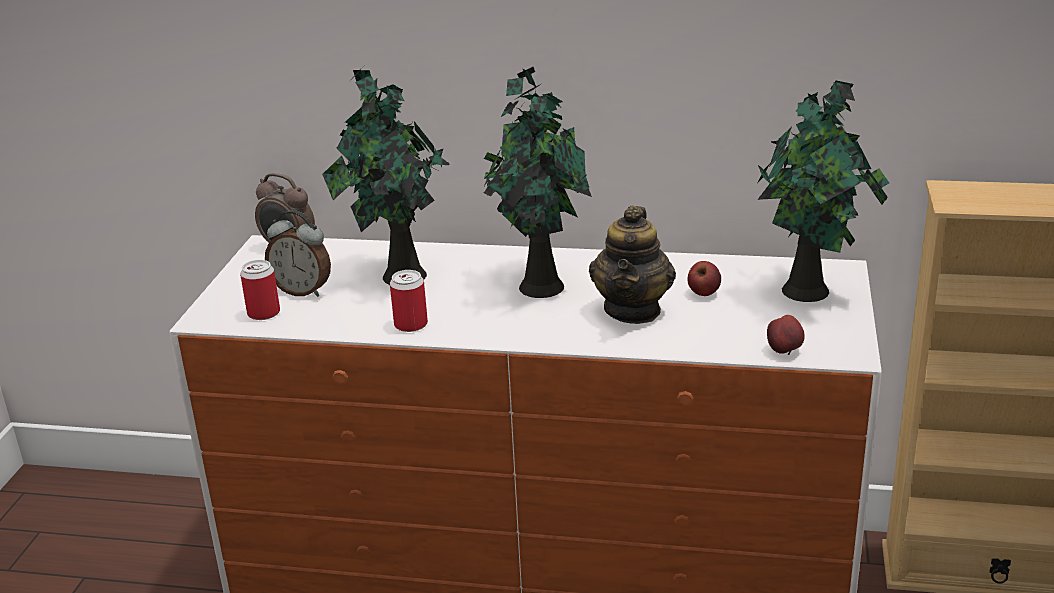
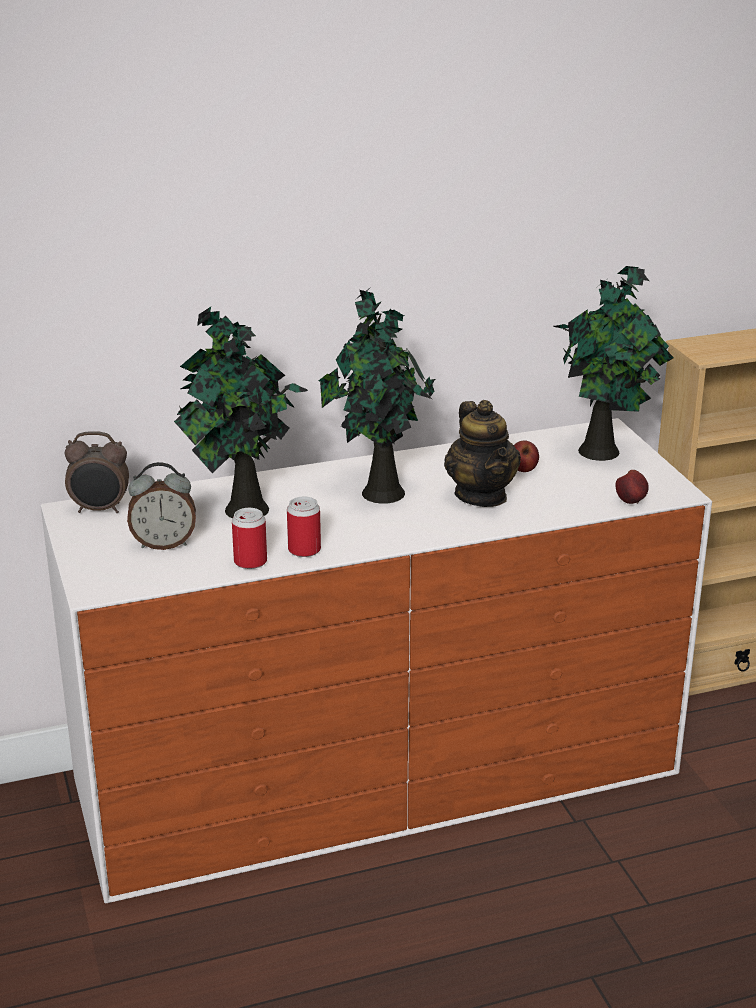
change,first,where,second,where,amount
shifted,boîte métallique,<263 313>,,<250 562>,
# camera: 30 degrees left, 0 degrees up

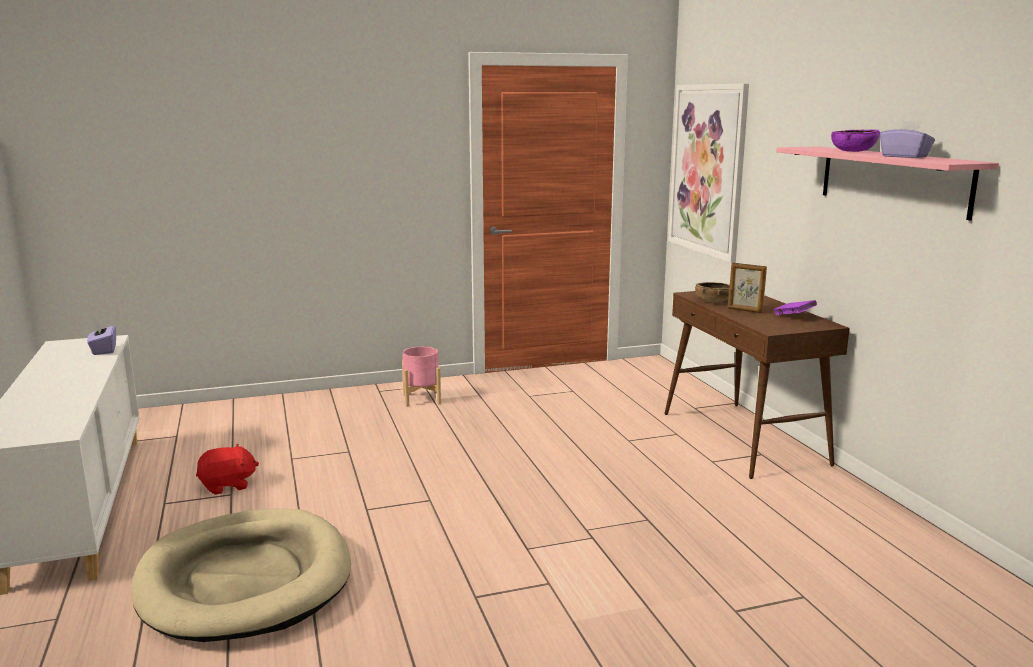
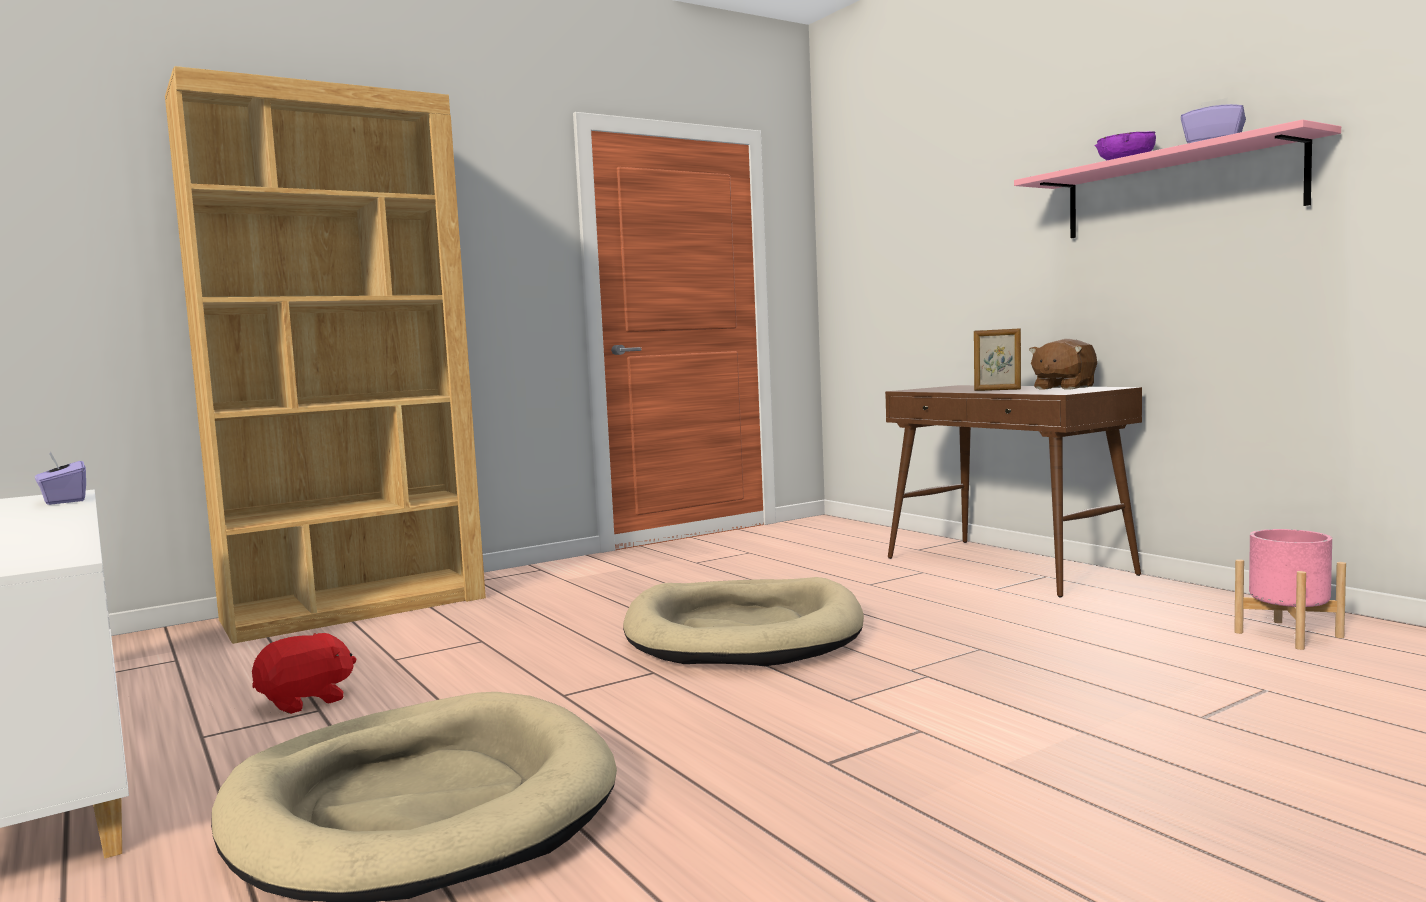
change,first,where,second,where,amount
new,,,bibliothèque/marron,<356 608>,
new,,,panier pour chien/beige,<743 632>,
swapped,livre/violet,<794 317>,peluche/marron,<1063 388>,
shifted,cache-pot/rose,<421 399>,,<1289 635>,
gone,tableau,<708 170>,,,
gone,bol/marron,<713 301>,,,
# camera: 15 degrees left, 10 degrees down

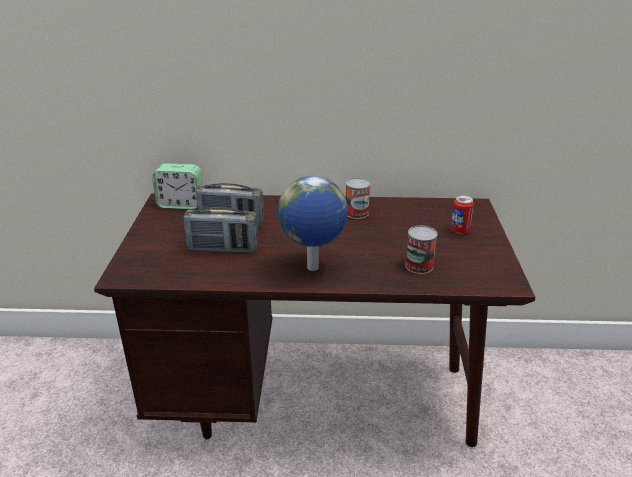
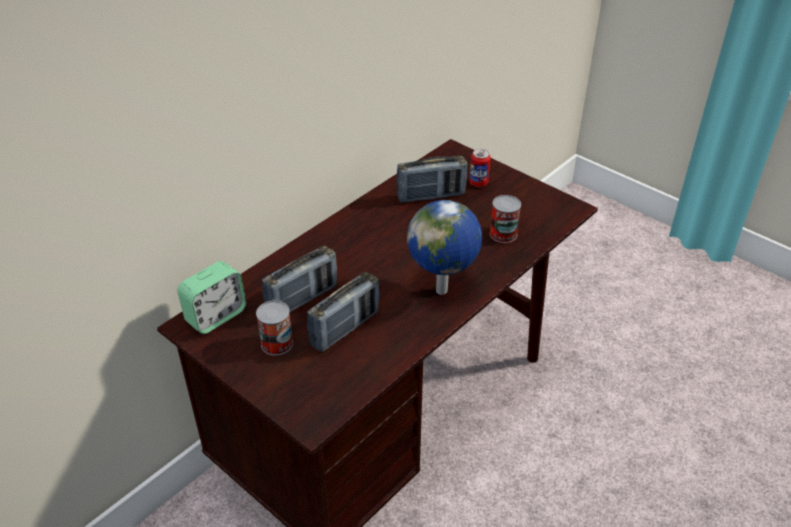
change,first,where,second,where,amount
shifted,boîte métallique,<356 213>,,<277 343>,
new,,,radio,<431 196>,
# camera: 50 degrees left, 10 degrees up

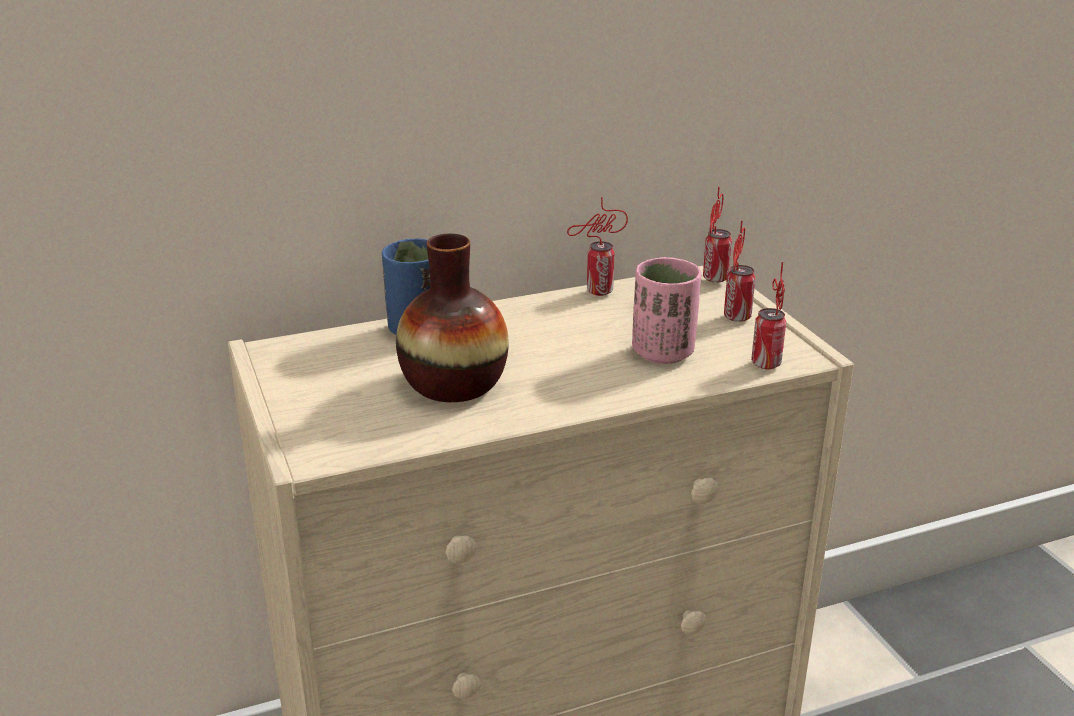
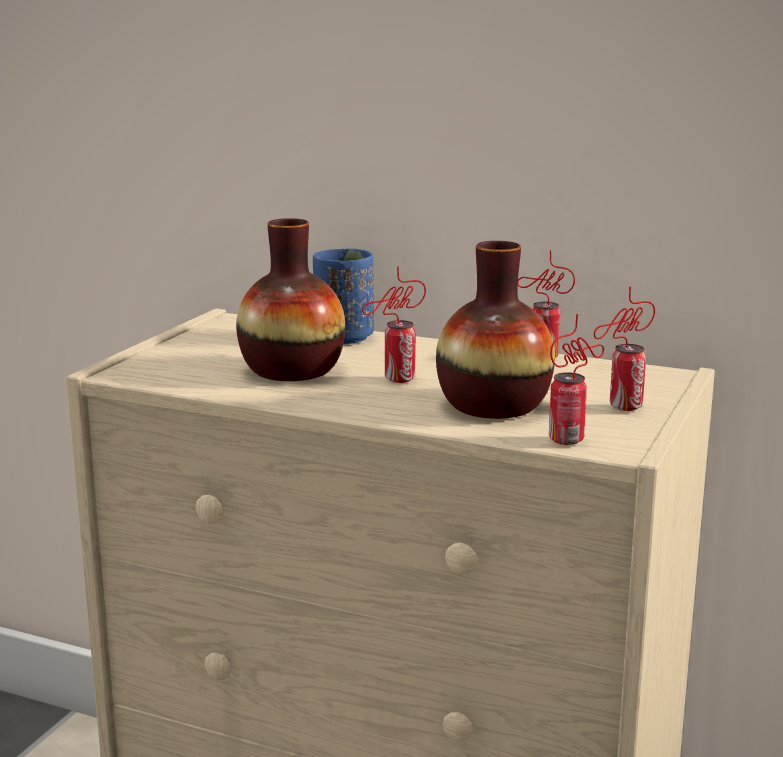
change,first,where,second,where,amount
shifted,boîte métallique,<714 280>,,<396 380>,
swapped,tasse/rose,<663 353>,vase,<493 405>,
# camera: 45 degrees right, 10 degrees down

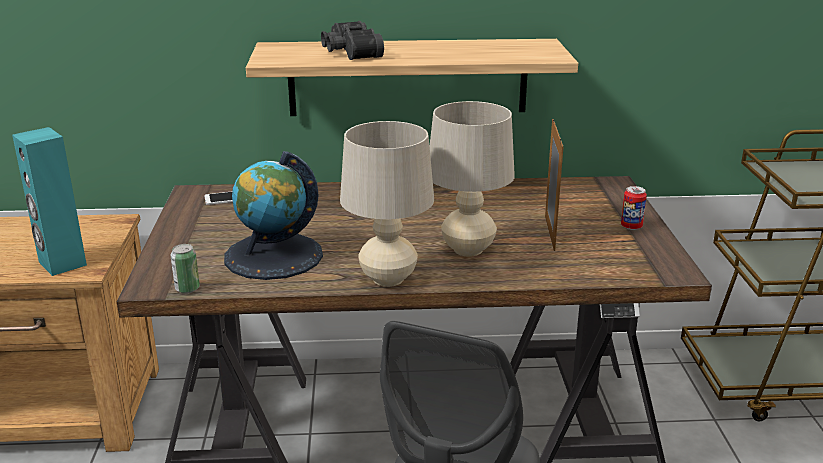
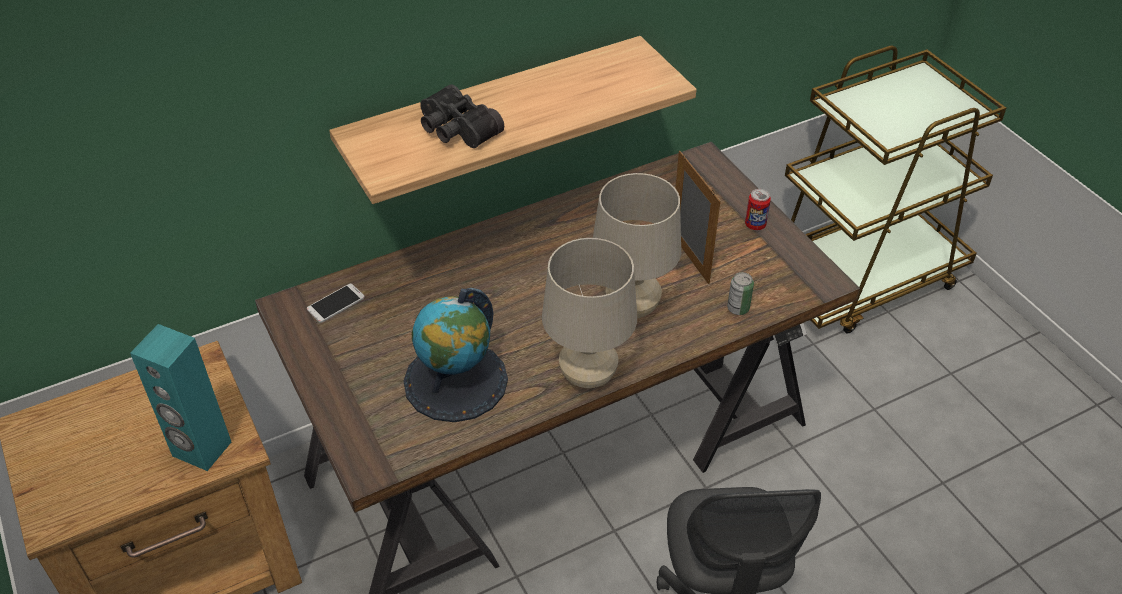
change,first,where,second,where,amount
shifted,boîte métallique,<187 289>,,<738 308>,
# camera: 25 degrees left, 20 degrees up

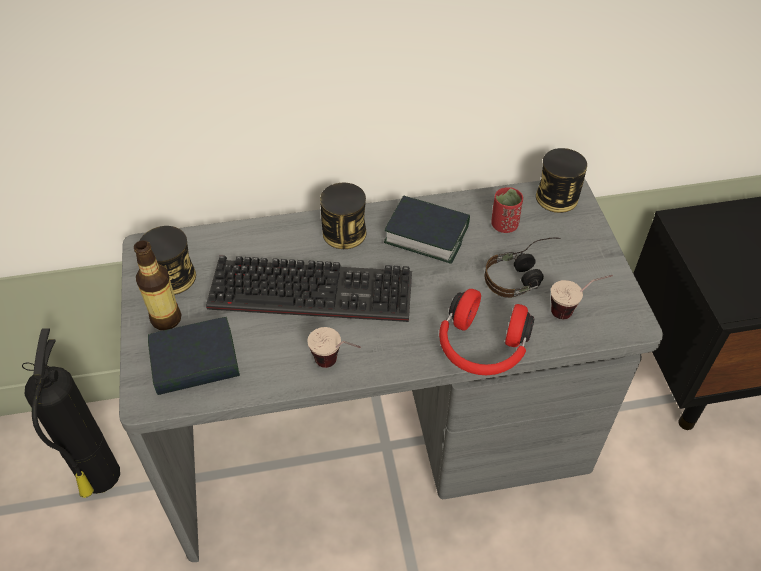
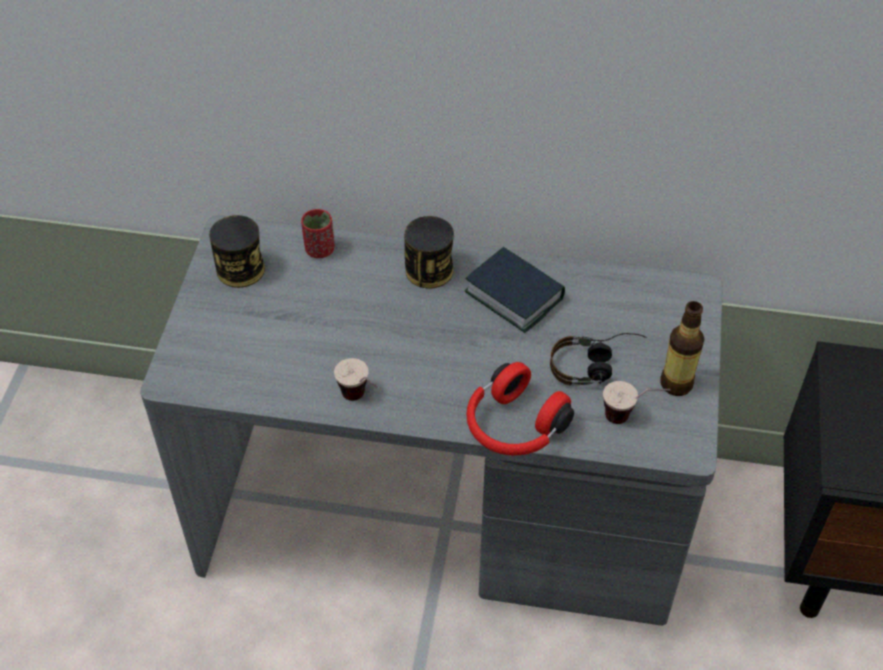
change,first,where,second,where,amount
shifted,tasse/rouge,<504 225>,,<319 249>,
shifted,bouteille,<166 319>,,<676 384>,
gone,extincteur,<99 478>,,,
gone,livre,<195 362>,,,
gone,clavier,<315 289>,,,
gone,boîte métallique,<557 197>,,,
# camera: 20 degrees right, 0 degrees up

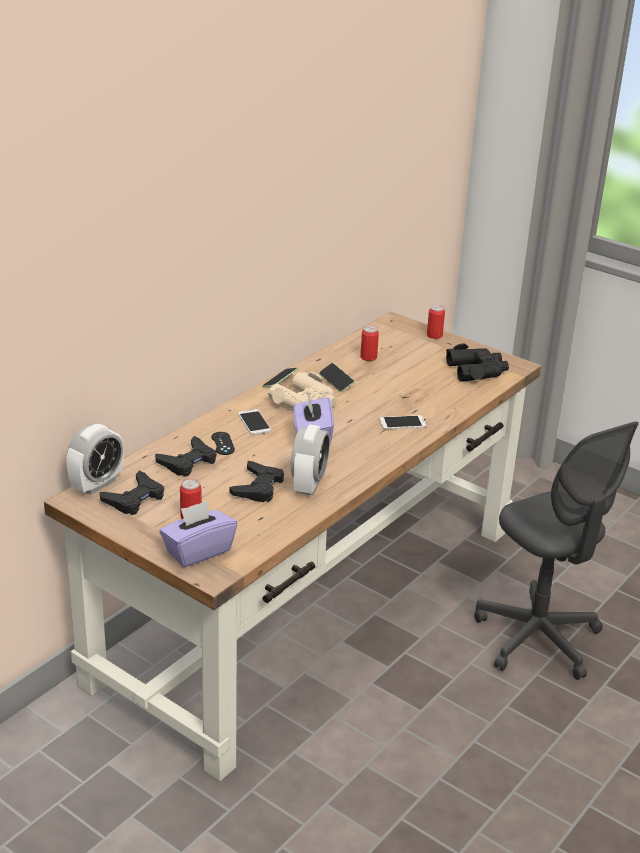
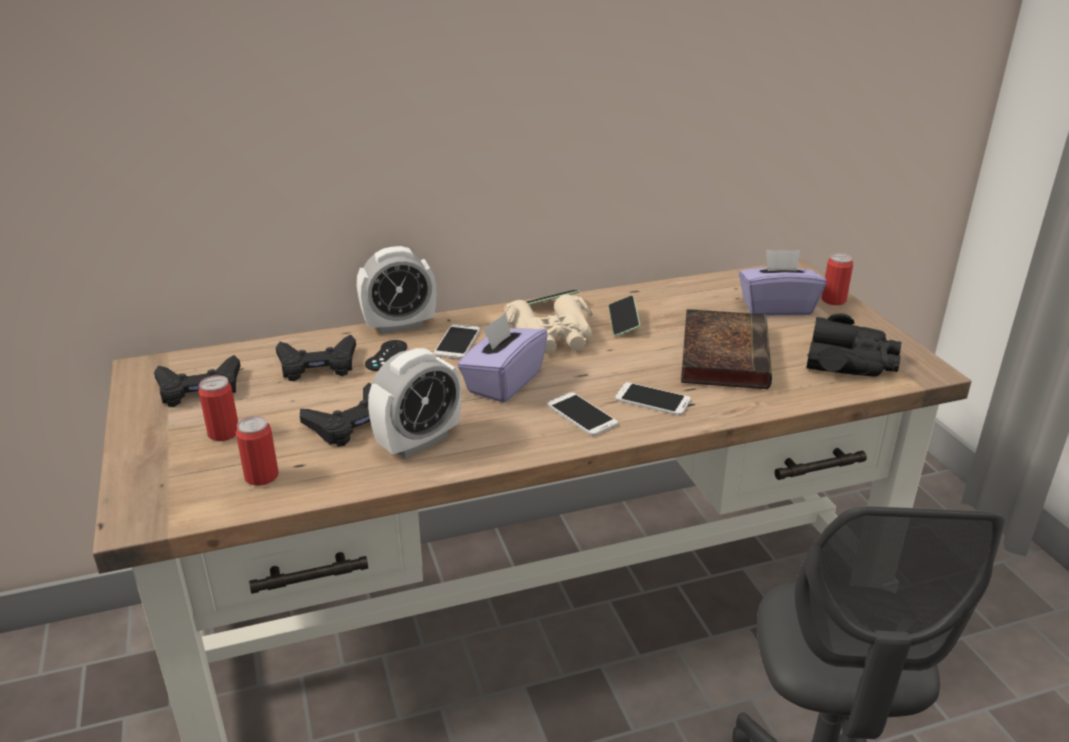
change,first,where,second,where,amount
shifted,boîte métallique,<368 357>,,<261 476>,
shifted,réveil,<97 484>,,<399 325>,
new,,,téléphone,<582 414>,
new,,,livre,<723 354>,
shifted,boîte à mouchoirs/violet,<198 551>,,<776 307>,
# camera: 35 degrees right, 0 degrees up

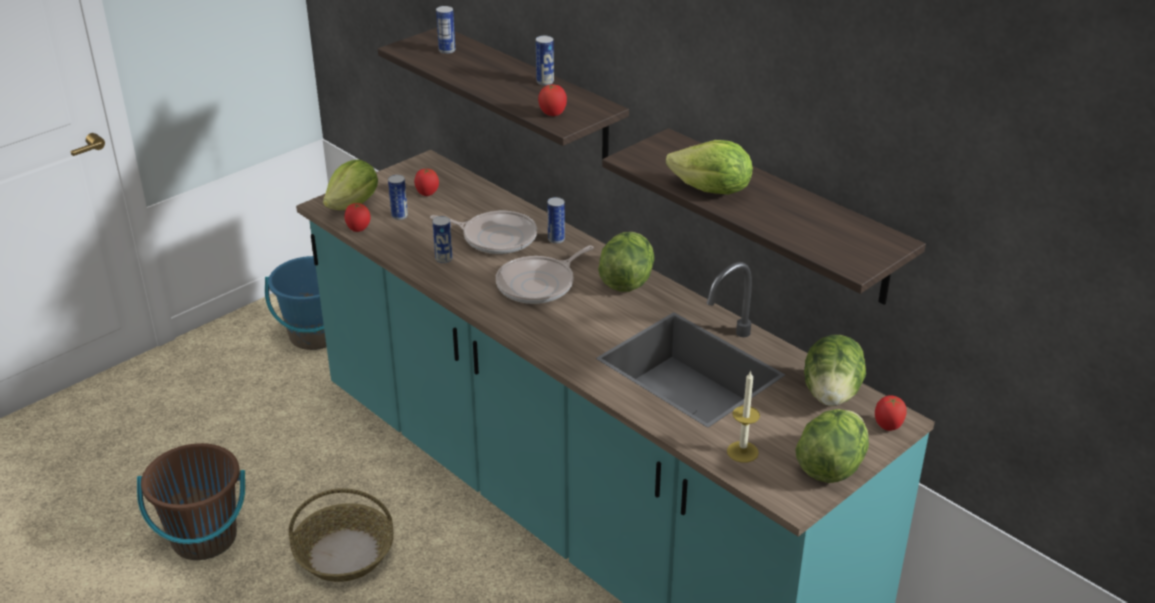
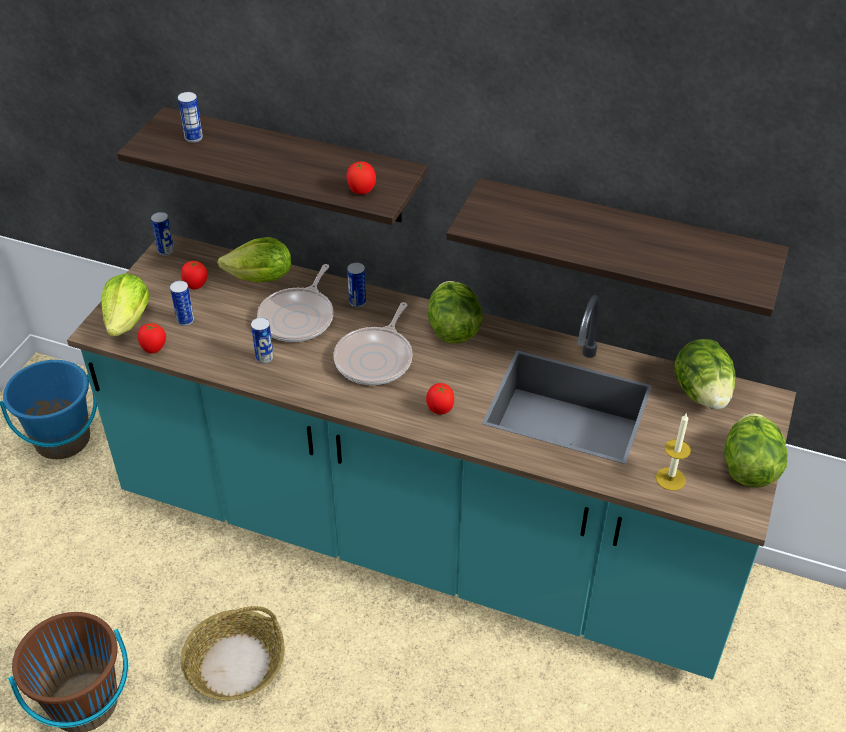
change,first,where,second,where,amount
shifted,boîte métallique,<545 82>,,<166 251>,
shifted,laitue,<712 191>,,<261 278>,
rotated,poêle,<496 237>,,<299 317>,120 degrees clockwise
shifted,tomate,<887 427>,,<440 410>,
# camera: 25 degrees left, 10 degrees up

